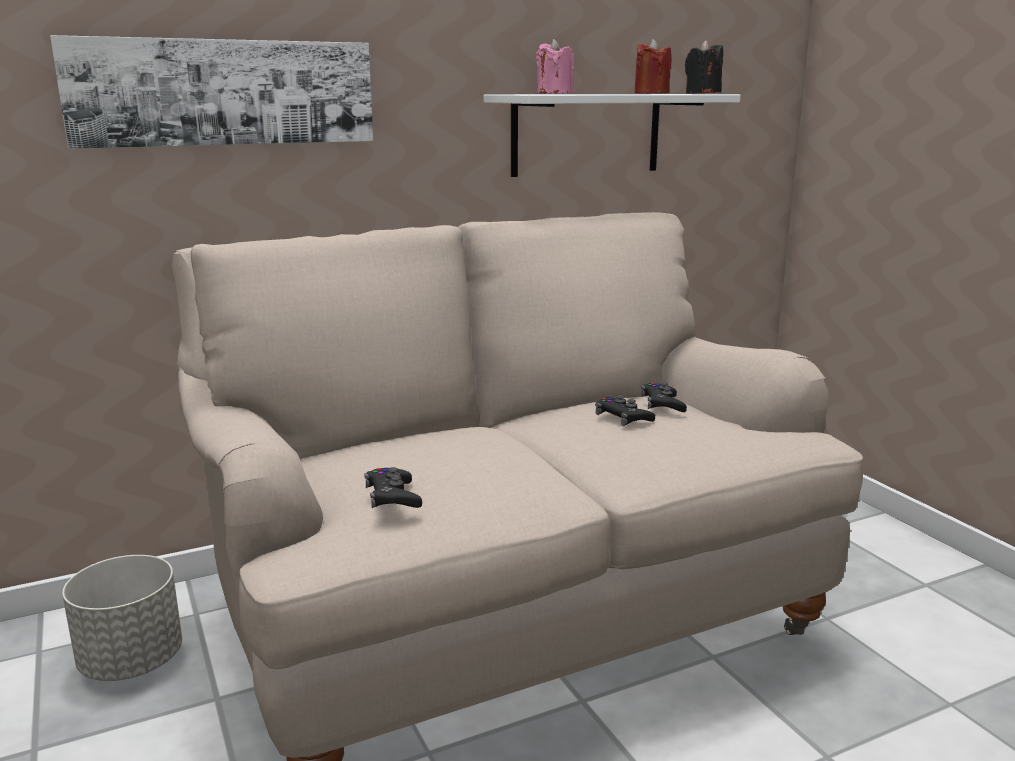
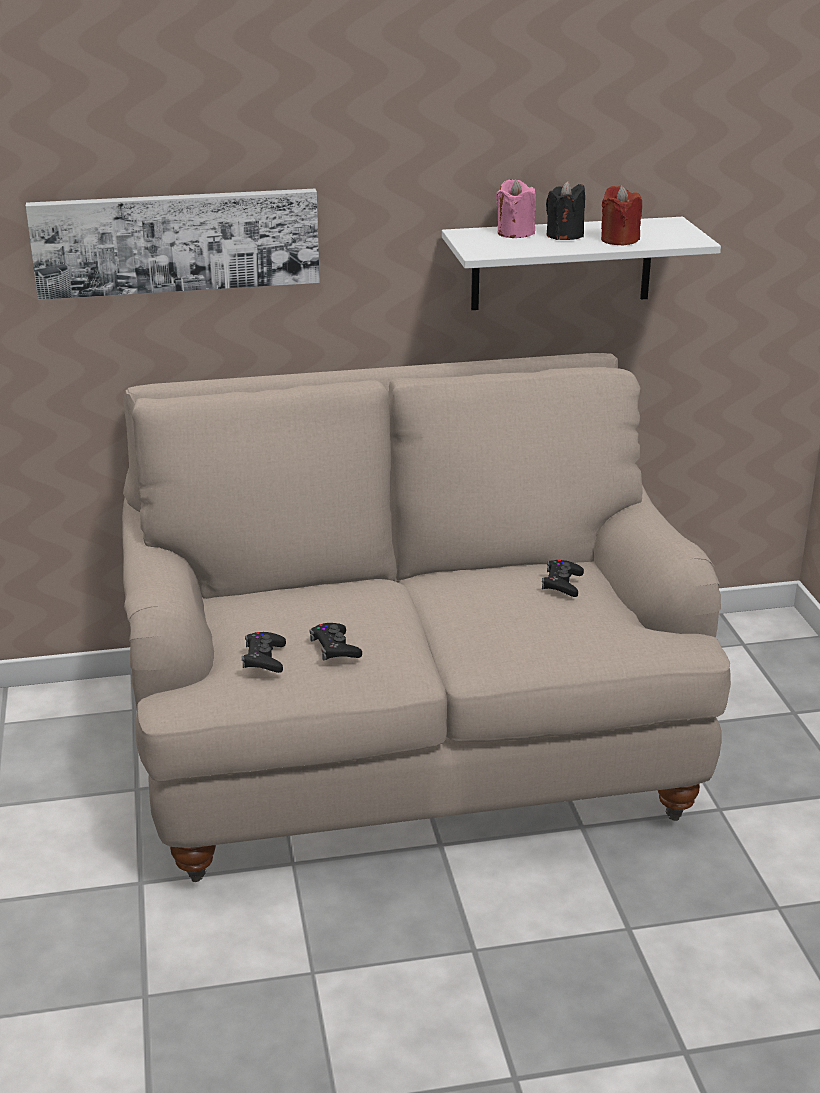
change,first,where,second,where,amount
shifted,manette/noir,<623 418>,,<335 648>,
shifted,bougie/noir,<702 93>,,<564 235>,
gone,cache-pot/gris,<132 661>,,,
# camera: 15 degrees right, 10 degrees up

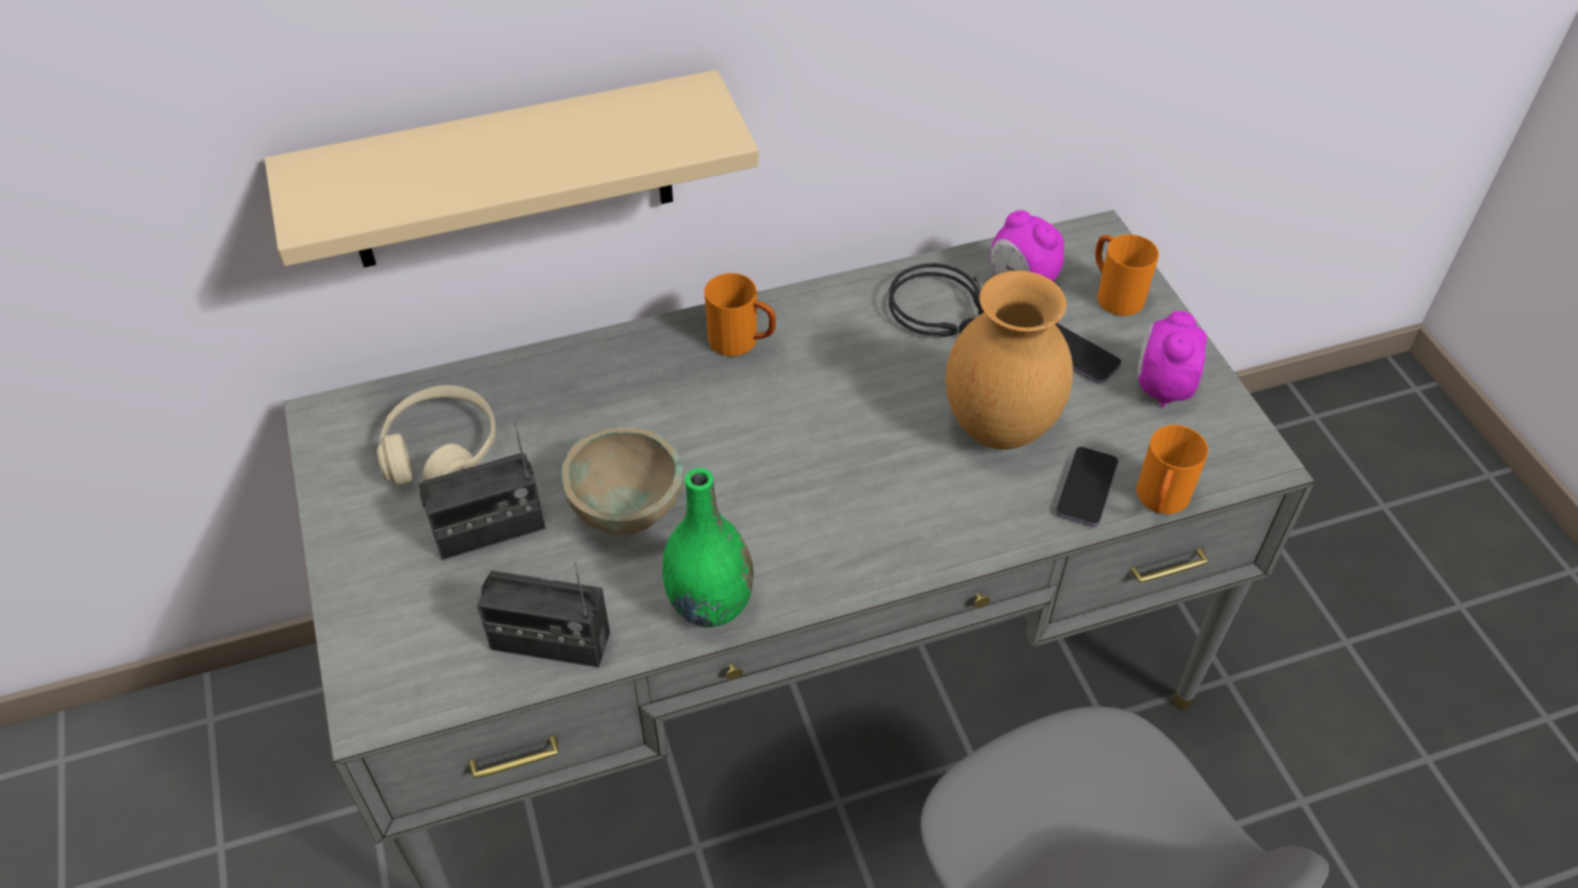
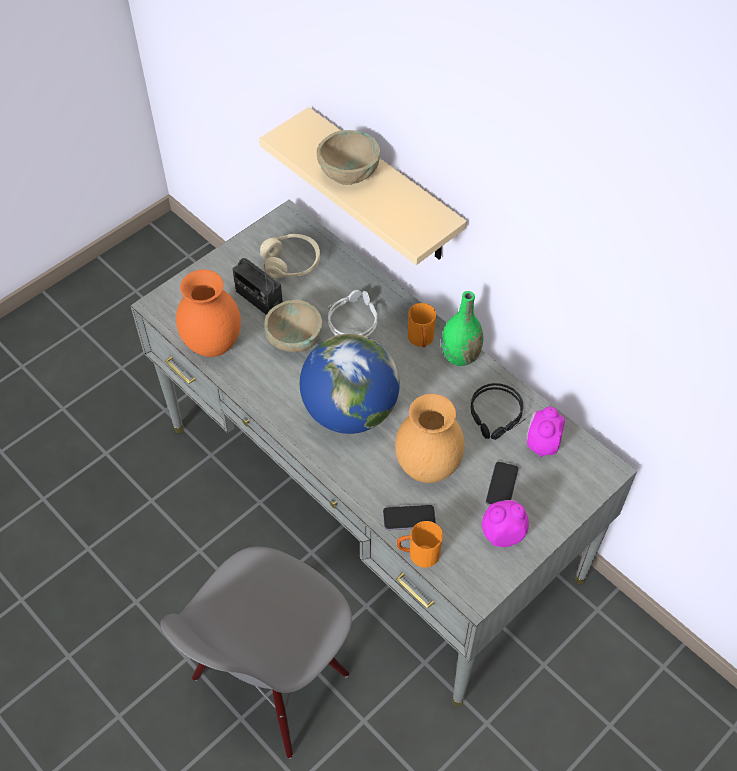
change,first,where,second,where,amount
swapped,radio,<550 641>,vase/orange,<214 345>,
new,,,globe,<350 411>,
new,,,bol/beige,<349 175>,
new,,,casque audio/gris,<352 318>,
shifted,vase/vert,<710 604>,,<460 356>,
gone,mug/orange,<1113 294>,,,
# camera: 65 degrees right, 5 degrees up

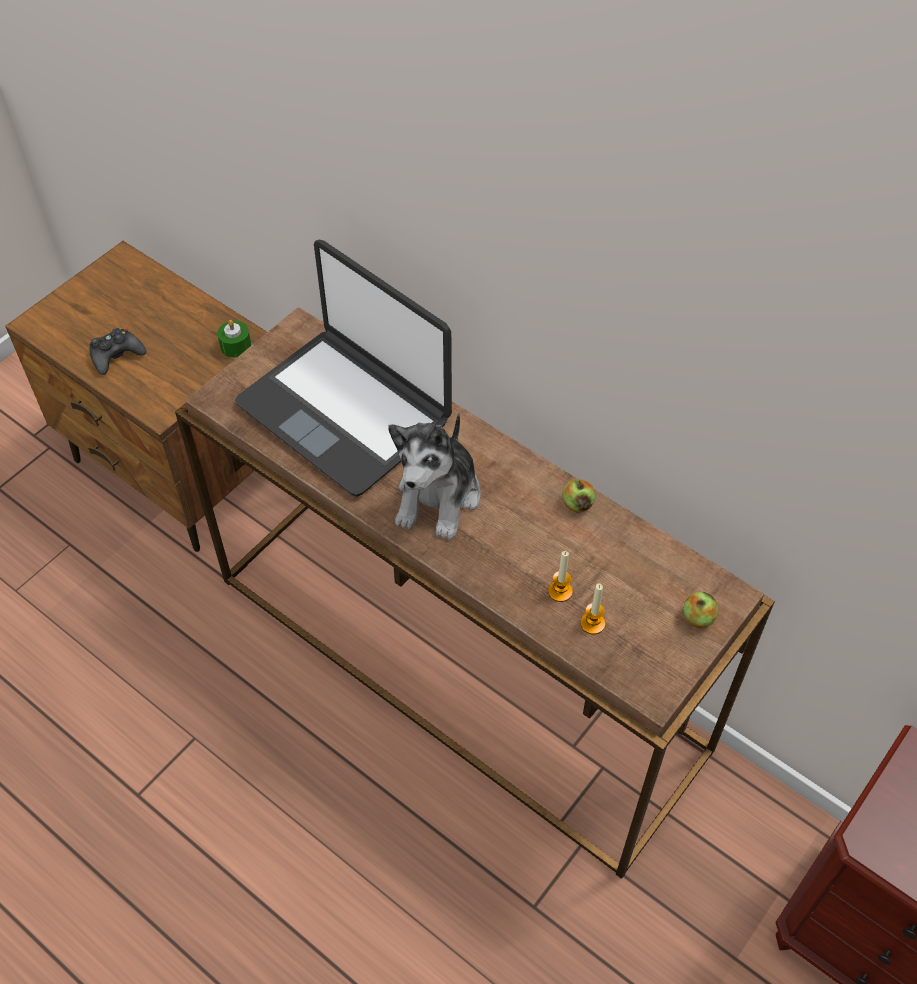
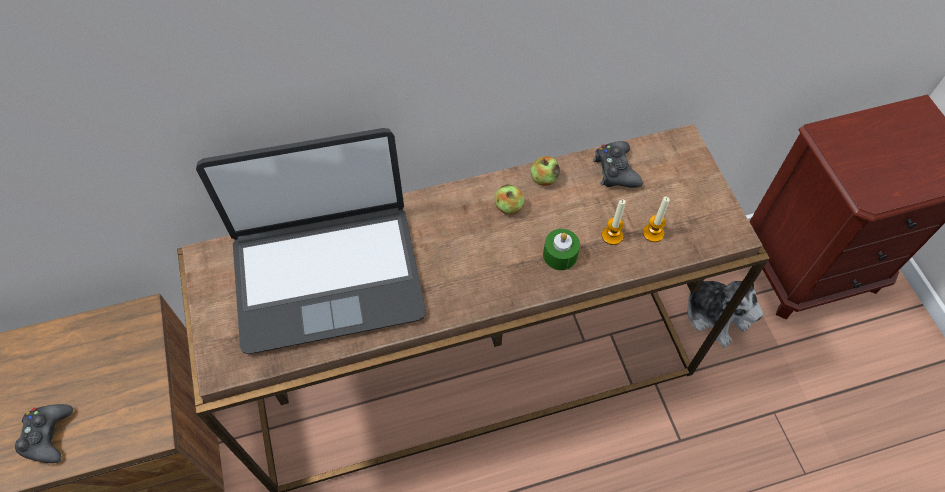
change,first,where,second,where,amount
shifted,pomme,<698 618>,,<508 207>,
shifted,bougie/vert,<235 346>,,<560 255>,
new,,,manette/noir,<615 170>,
shifted,peluche,<438 497>,,<715 315>,
# camera: 55 degrees left, 5 degrees up

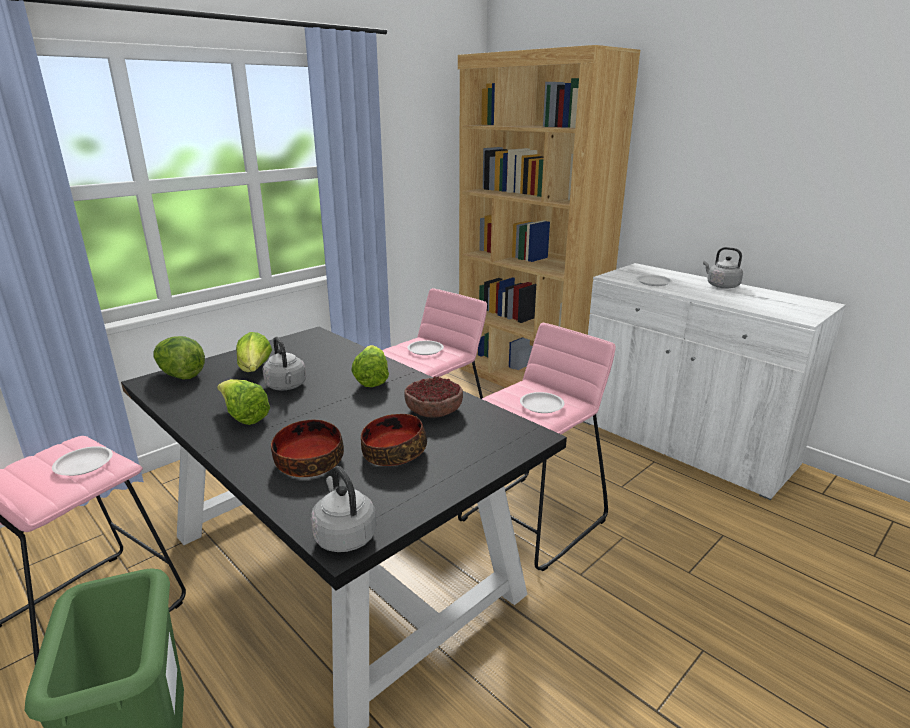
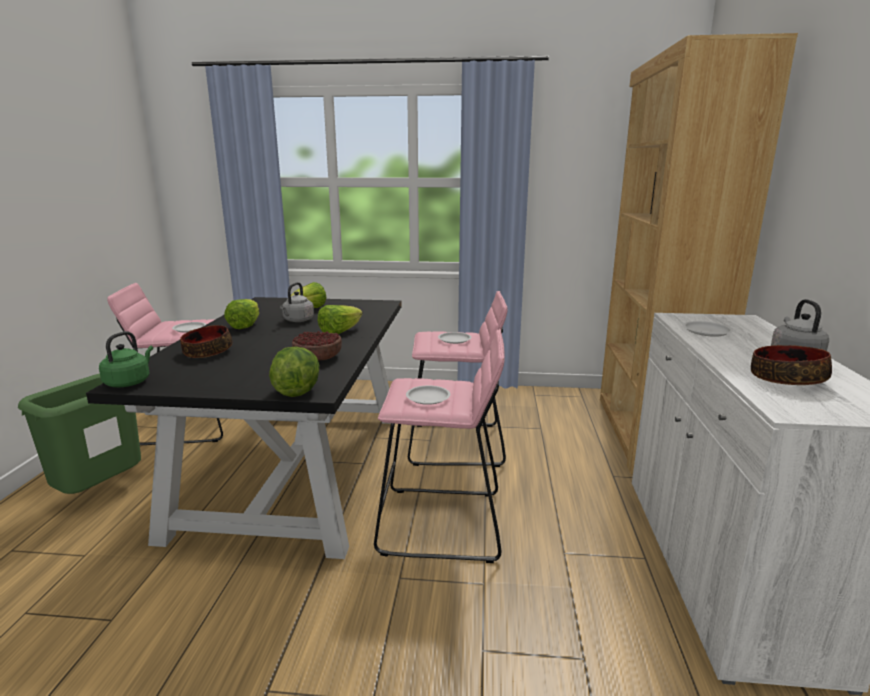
change,first,where,second,where,amount
repainted,bouilloire/gris,<344 535>,bouilloire/vert,<129 382>,
shifted,laitue,<181 375>,,<297 390>,
shifted,bol,<393 452>,,<786 379>,
# camera: 50 degrees right, 5 degrees down

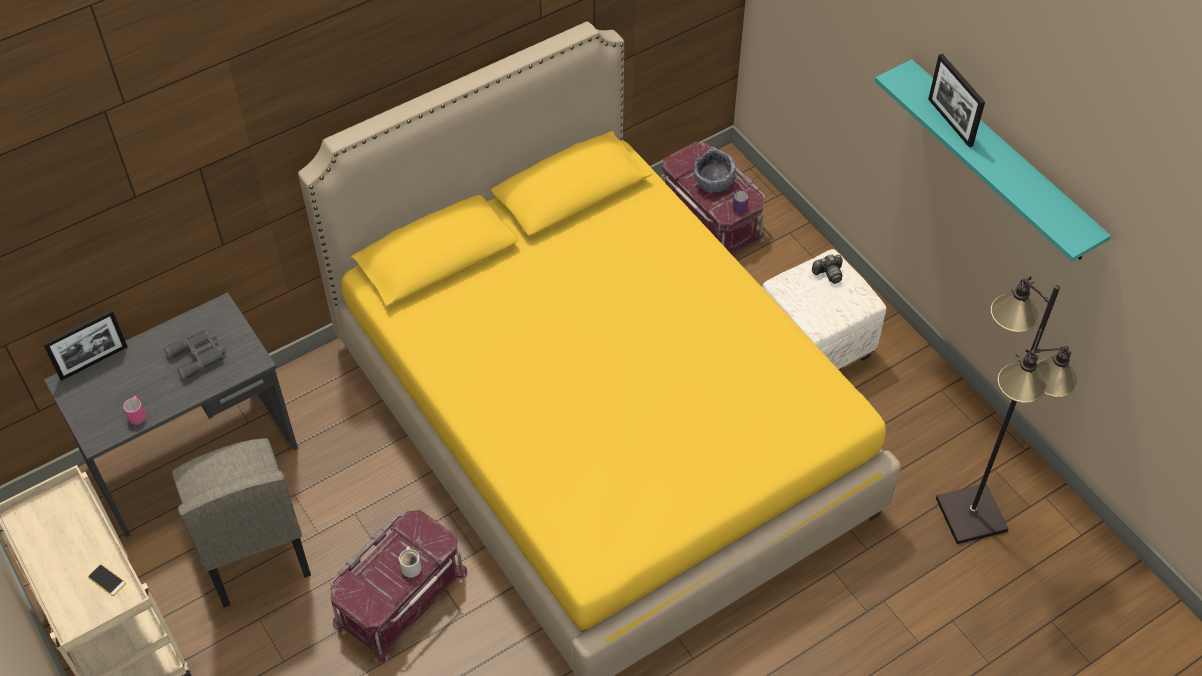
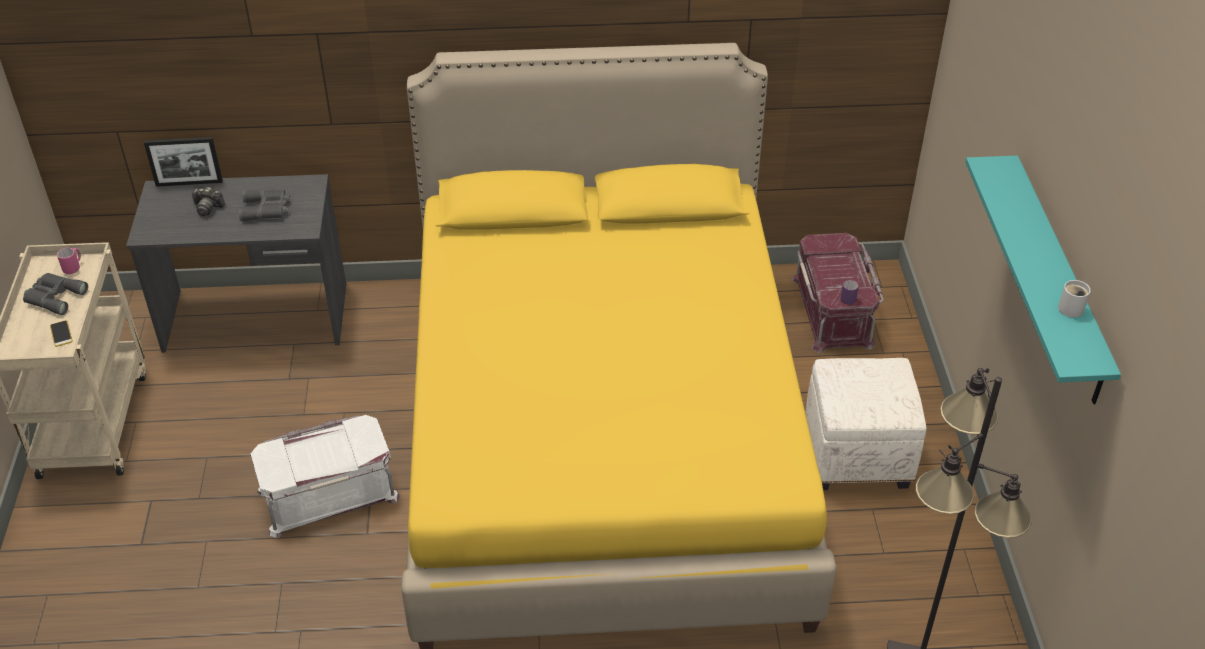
change,first,where,second,where,amount
new,,,jumelles/gris,<54 297>,
shifted,mug/rose,<138 415>,,<73 267>,
shifted,appareil photo,<828 273>,,<208 207>,
repainted,boîte de rangement/rouge,<399 595>,boîte de rangement/blanc,<328 492>,
shifted,mug/blanc,<411 566>,,<1072 307>,
gone,chaise/beige,<251 546>,,,
gone,bol/gris,<714 182>,,,
gone,cadre photo,<950 122>,,,
# camera: 30 degrees right, 10 degrees down

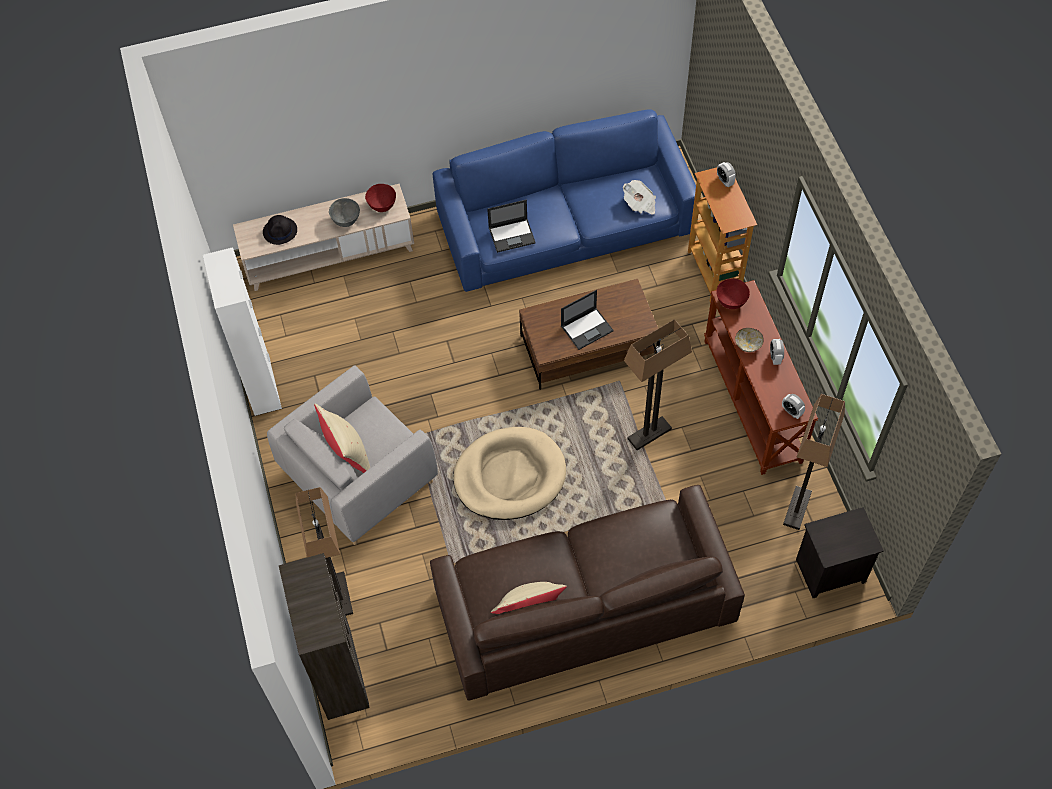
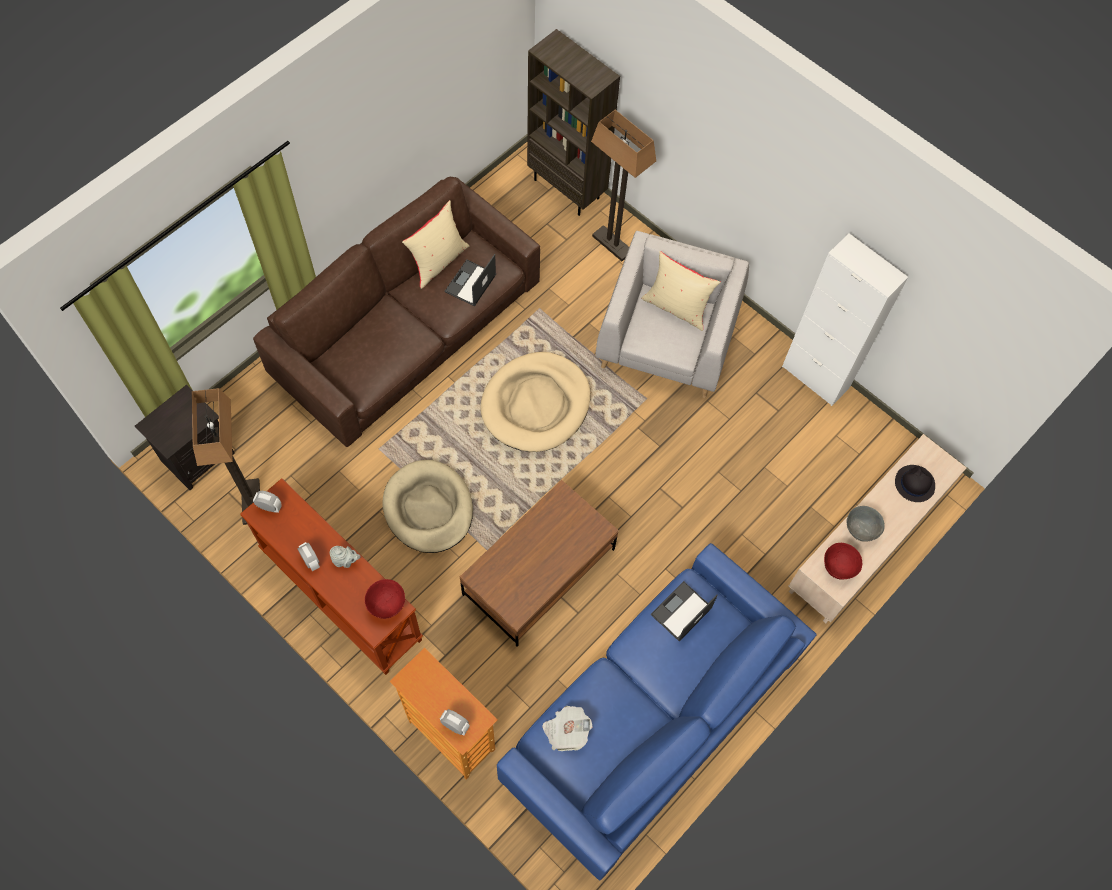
change,first,where,second,where,amount
swapped,bol,<748 345>,théière/gris,<345 561>,
swapped,lampadaire,<649 433>,panier pour chien/beige,<428 508>,
shifted,ordinateur portable,<587 328>,,<470 284>,
# camera: 145 degrees right, 5 degrees up

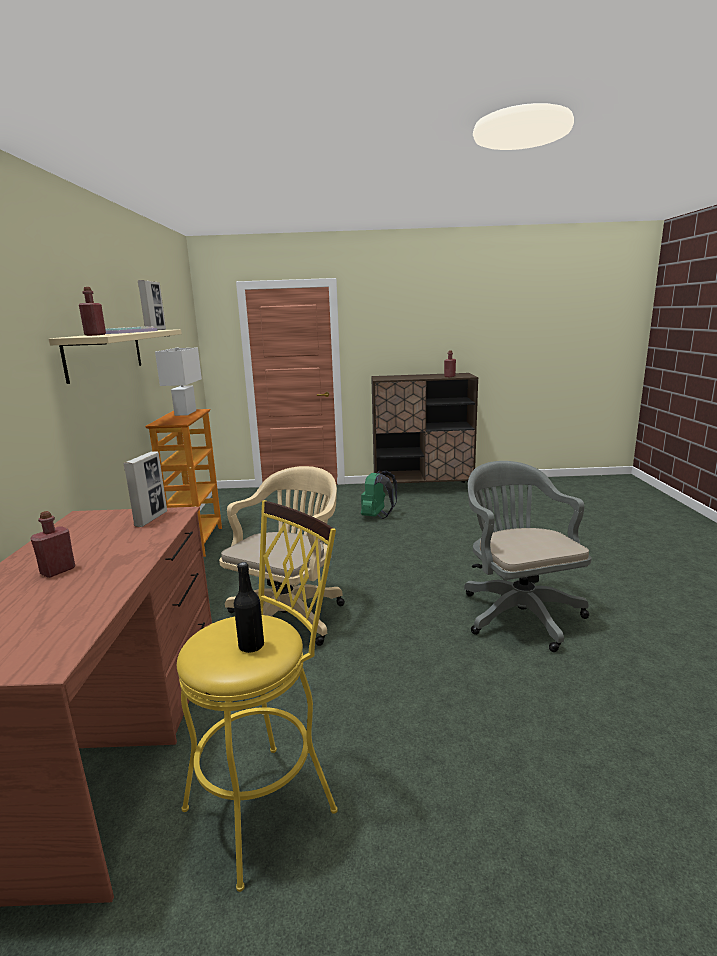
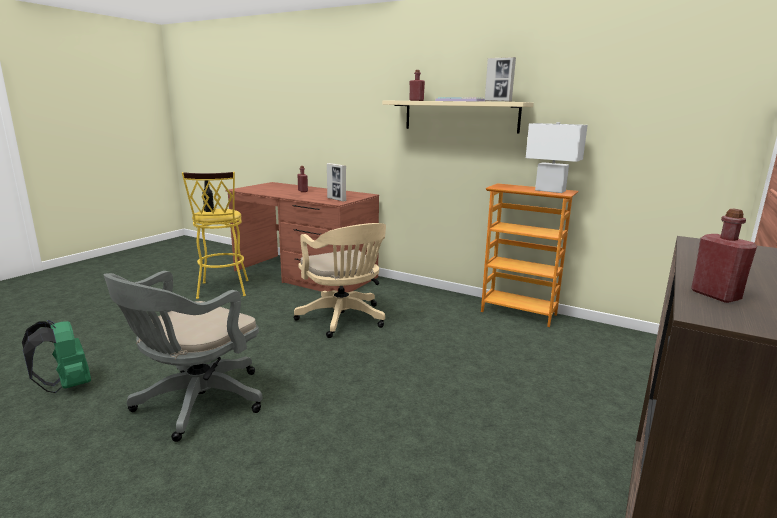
change,first,where,second,where,amount
shifted,sac à dos/vert,<377 516>,,<67 385>,
rotated,chaise de bureau/gris,<517 612>,,<195 404>,105 degrees clockwise
# camera: 120 degrees right, 0 degrees up

